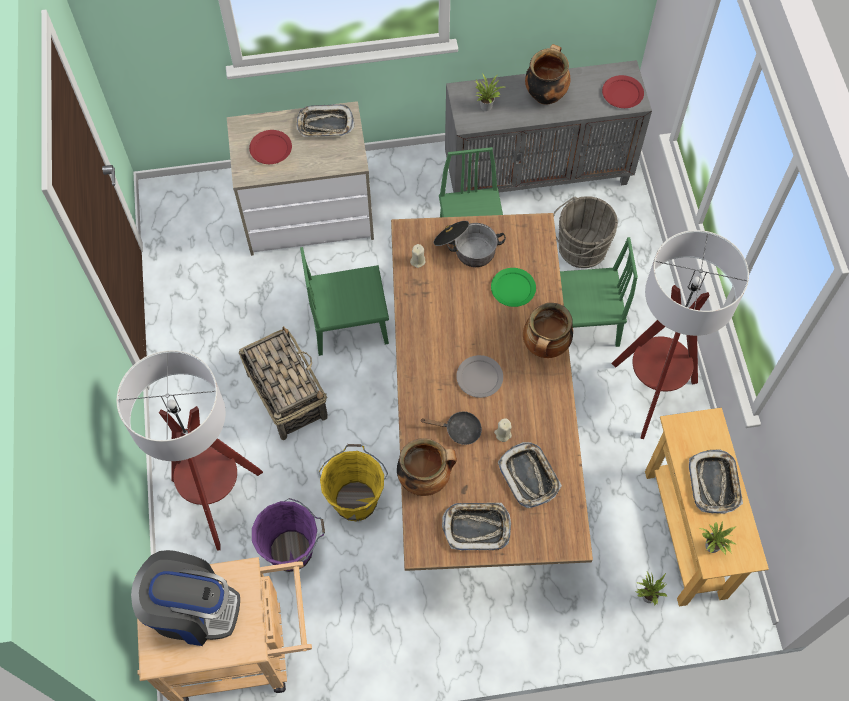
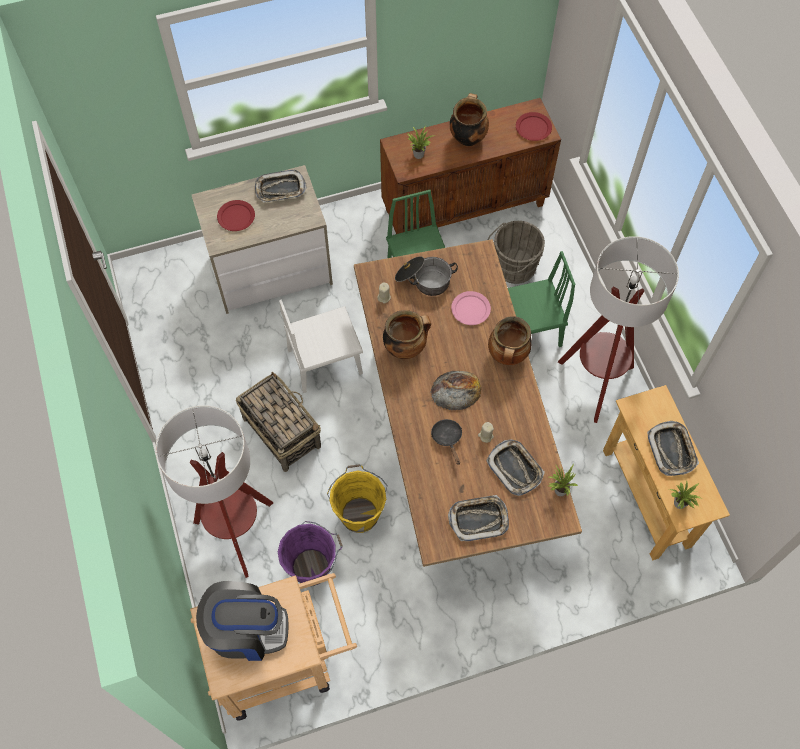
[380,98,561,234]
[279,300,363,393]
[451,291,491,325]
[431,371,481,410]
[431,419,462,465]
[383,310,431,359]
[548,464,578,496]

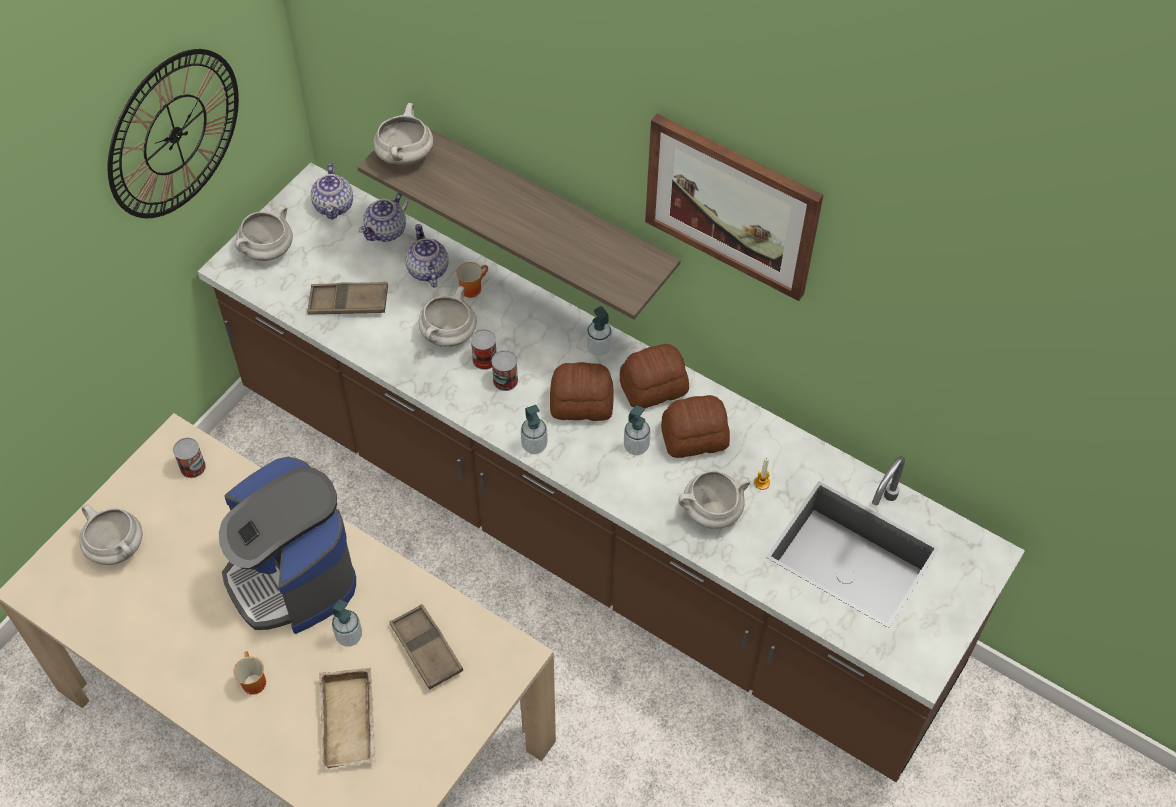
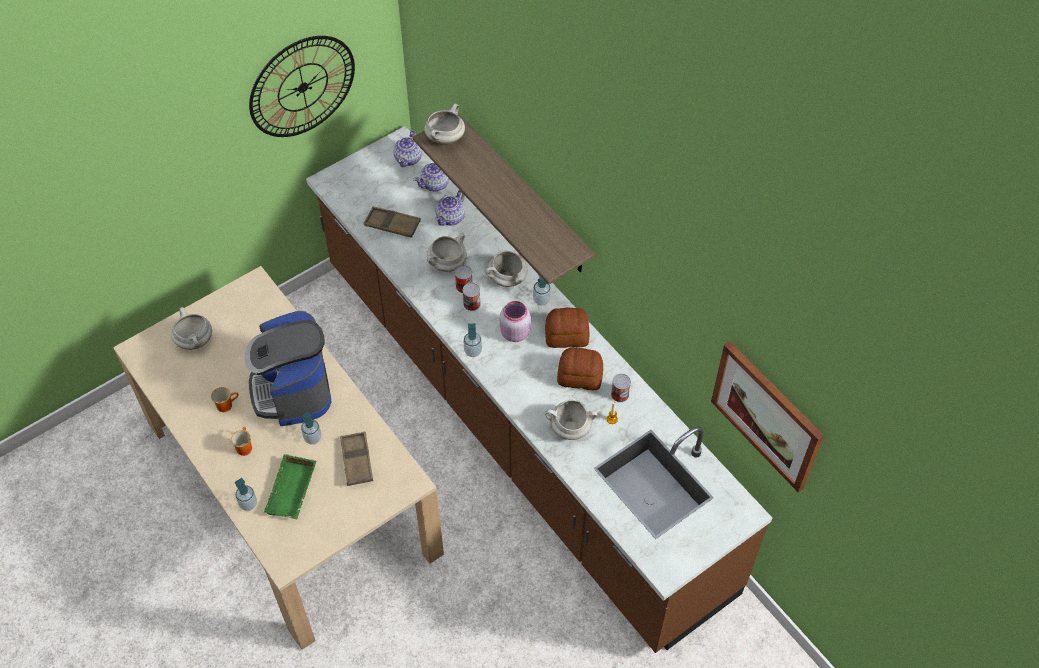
[711,341,824,492]
[485,251,527,287]
[435,190,465,226]
[211,387,239,412]
[500,301,531,342]
[235,478,257,511]
[611,374,631,402]
[264,454,316,520]

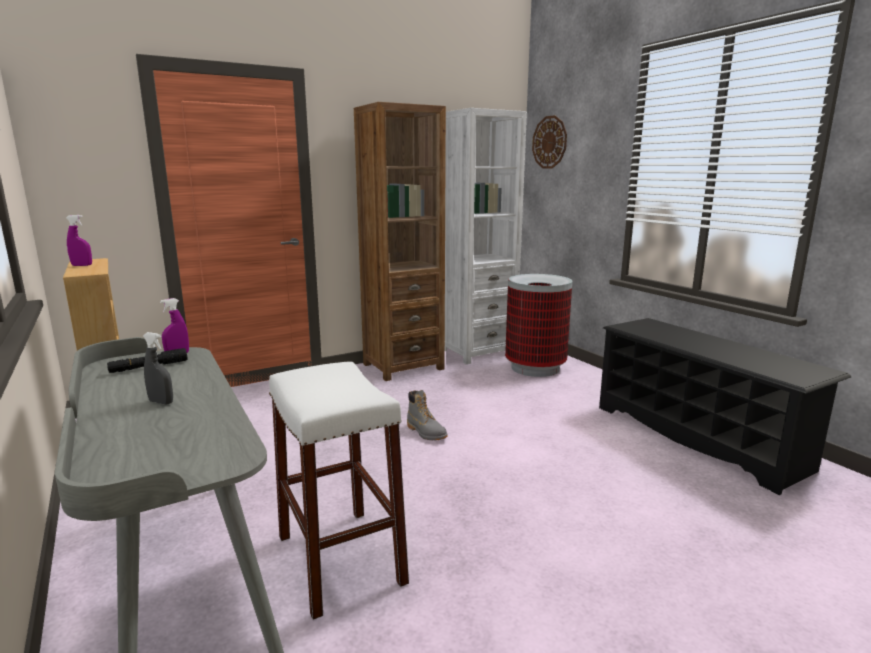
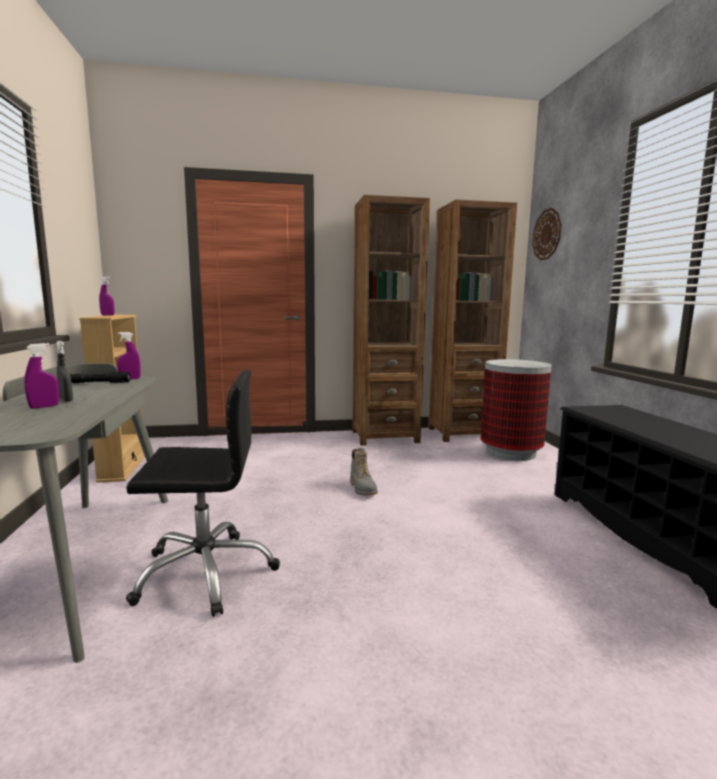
[428,200,517,442]
[126,370,280,617]
[24,343,59,409]

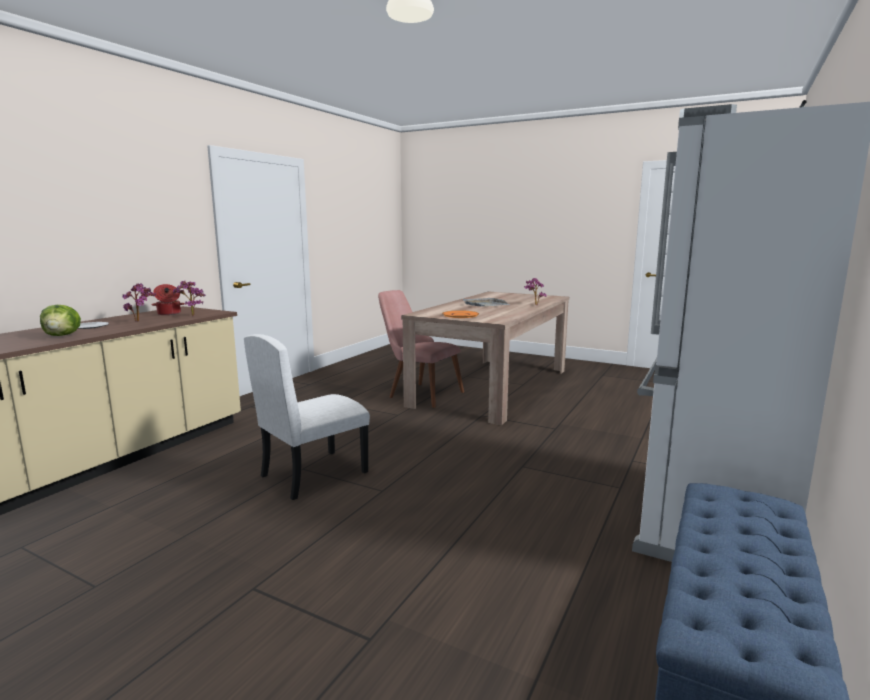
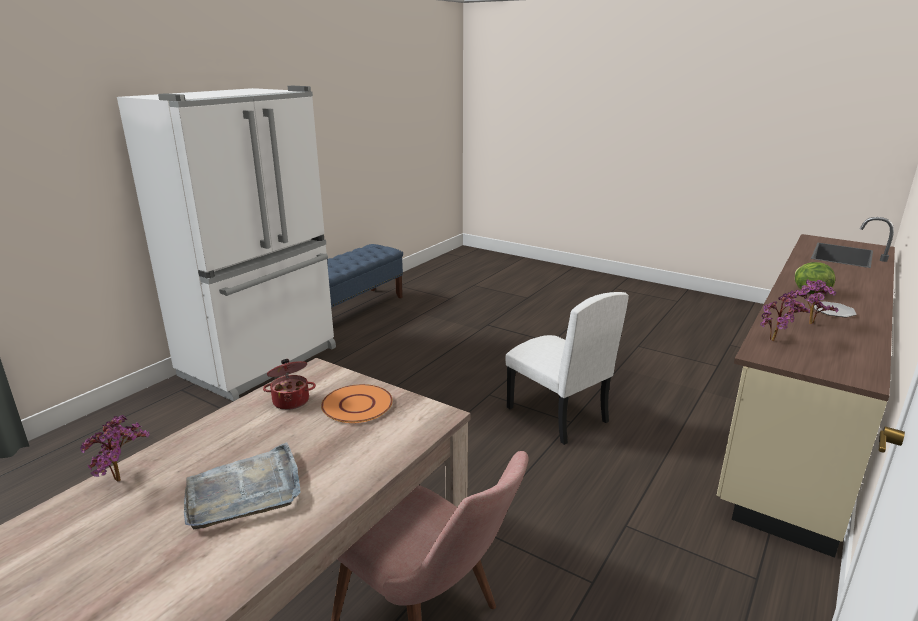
[263,359,316,410]
[505,292,629,445]

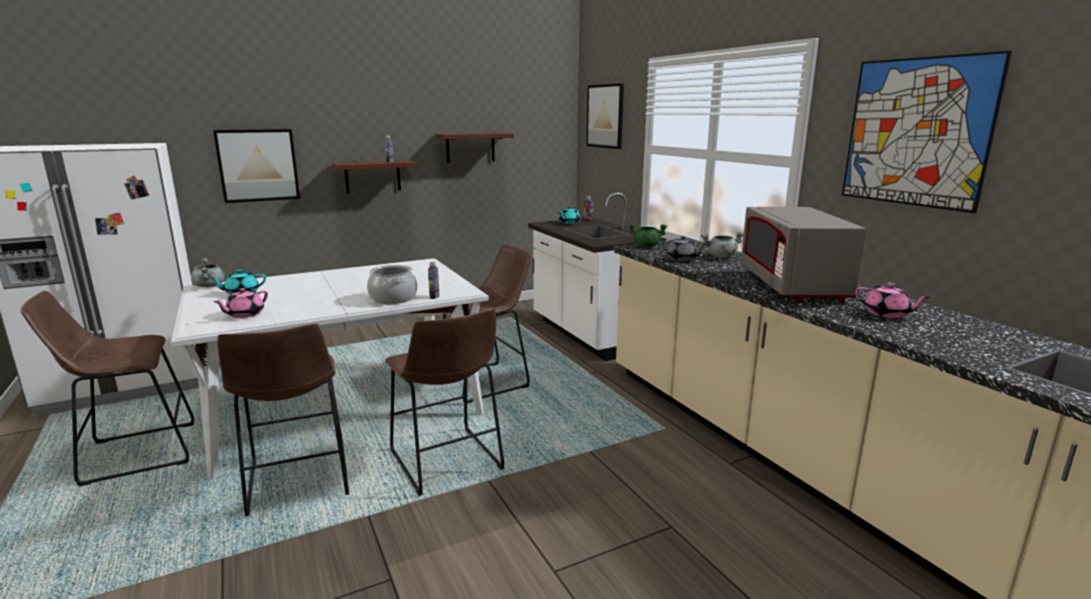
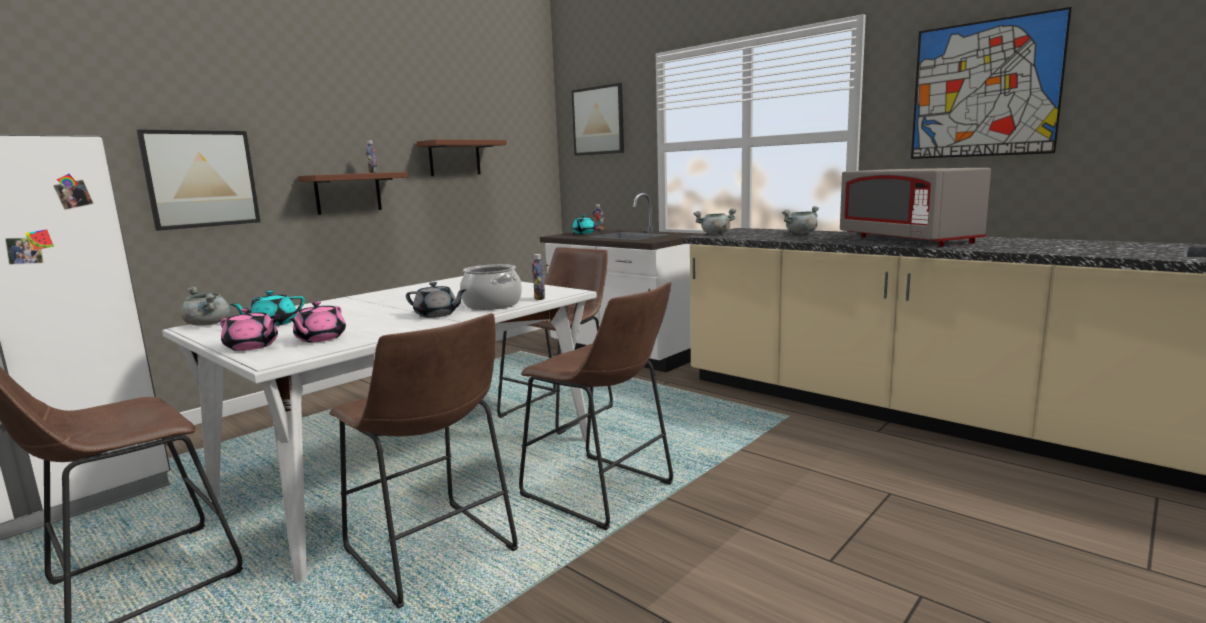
[694,208,737,235]
[406,282,466,318]
[220,308,279,351]

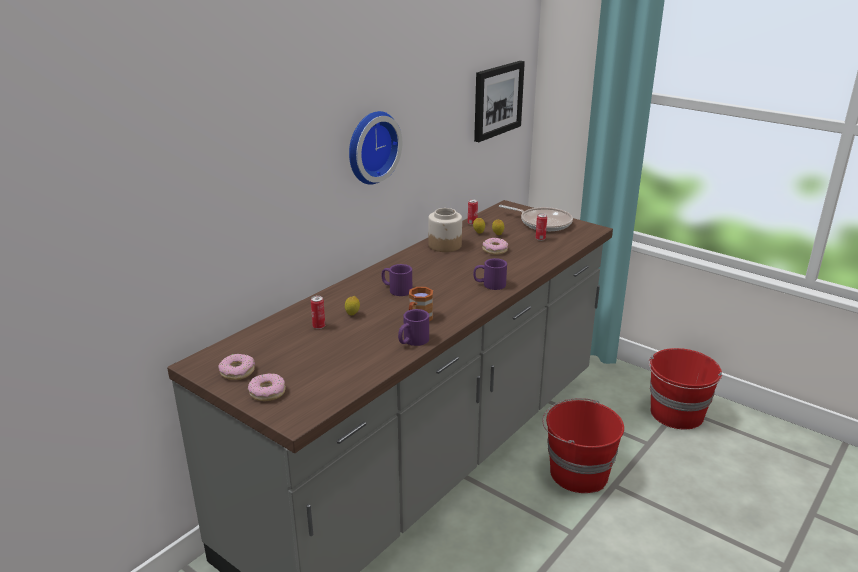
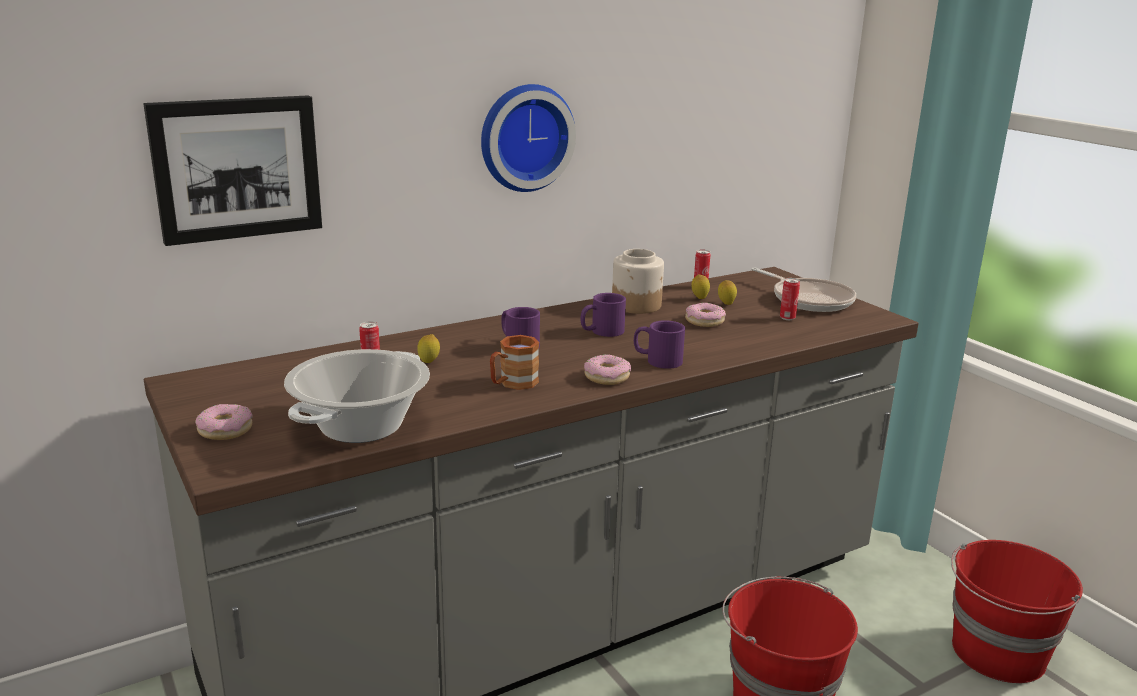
[143,95,322,246]
[581,293,626,337]
[584,354,631,385]
[284,349,430,443]

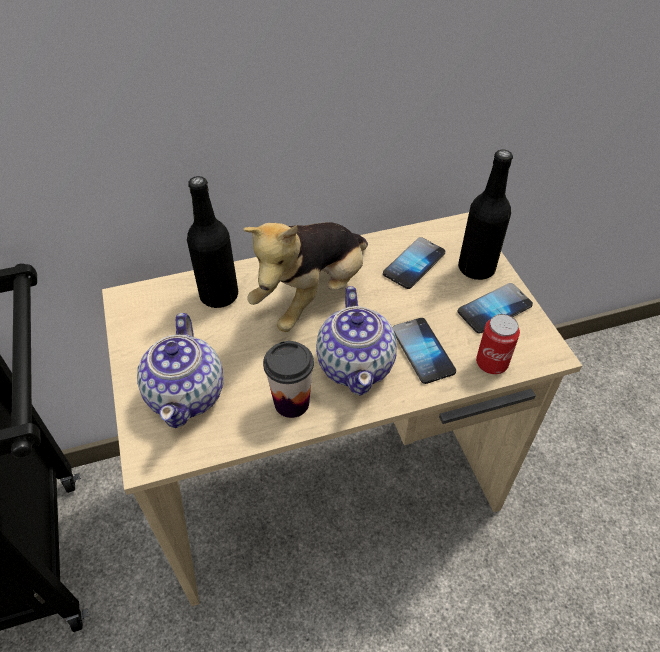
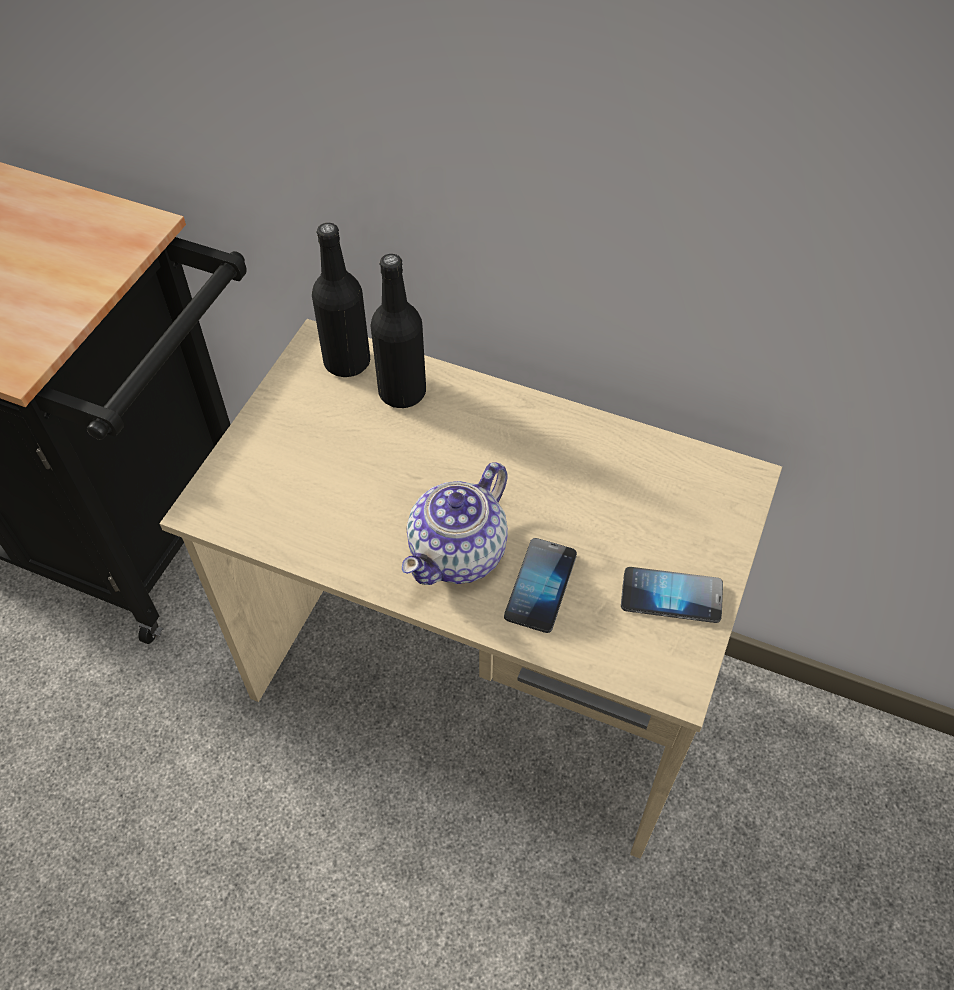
[312,223,370,377]
[243,222,368,332] (first image)
[383,237,445,289] (first image)
[137,313,223,428] (first image)
[476,314,520,374] (first image)
[263,341,314,418] (first image)

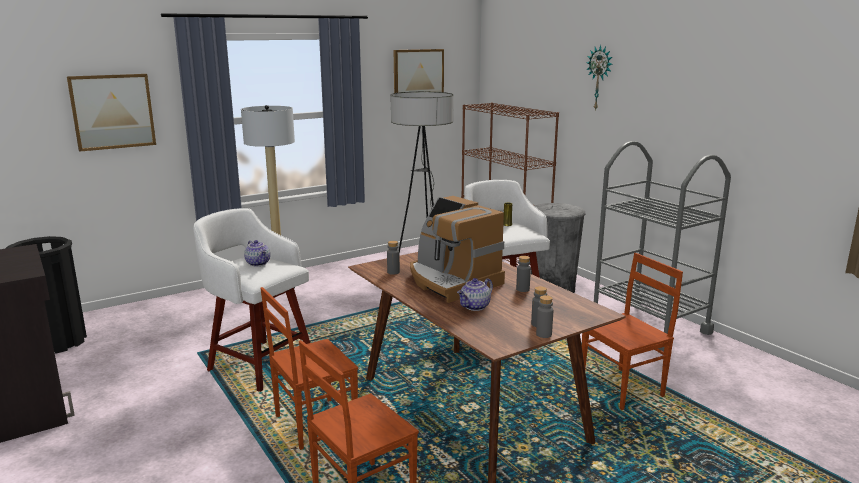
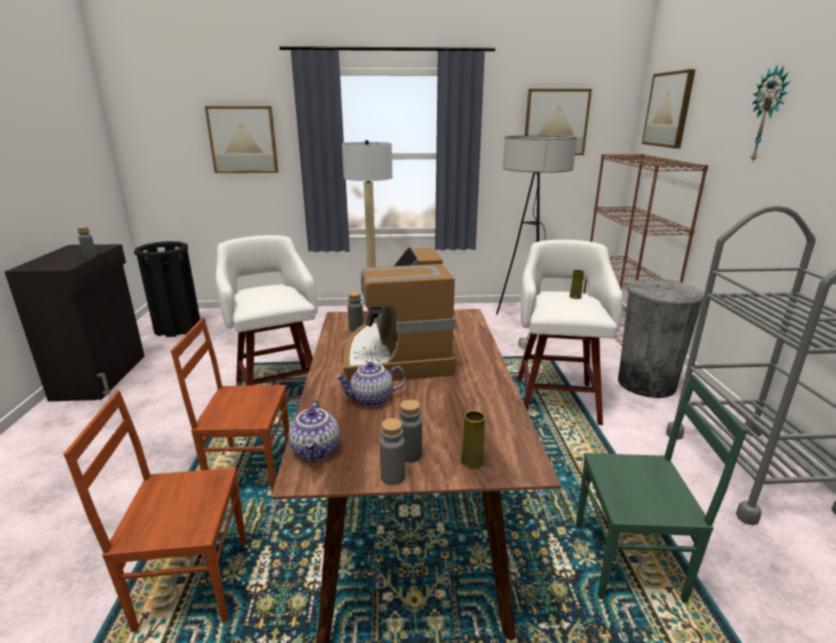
[288,400,340,462]
[576,374,747,603]
[77,226,96,258]
[642,69,695,149]
[461,411,485,469]

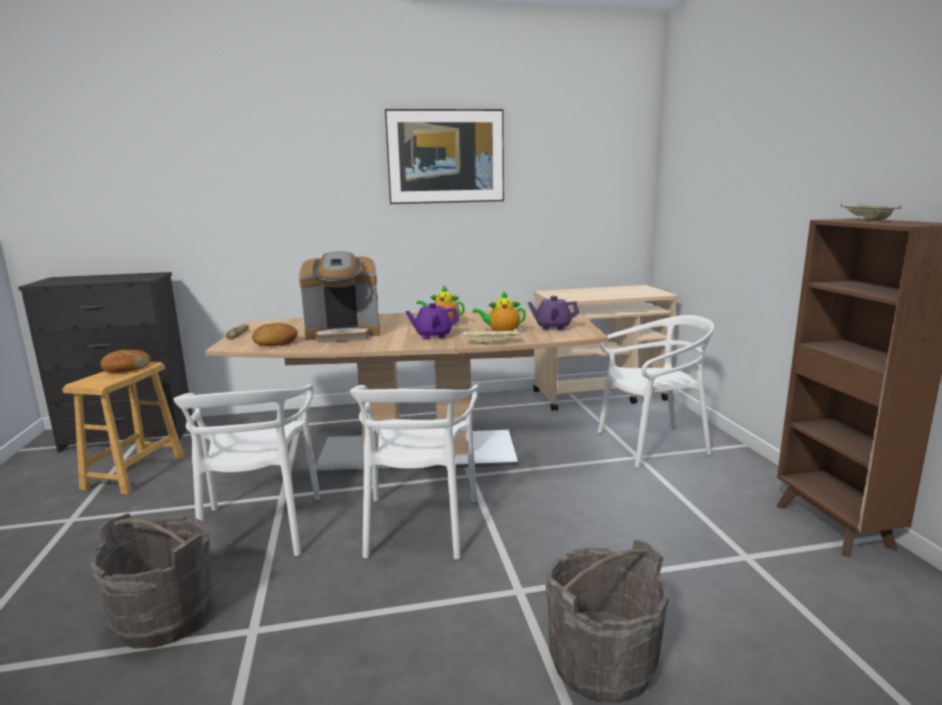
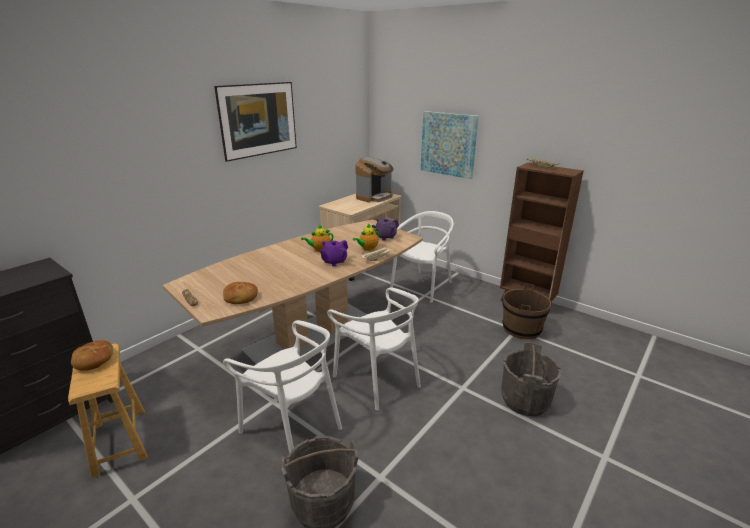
[355,157,394,203]
[421,111,479,179]
[502,283,551,339]

